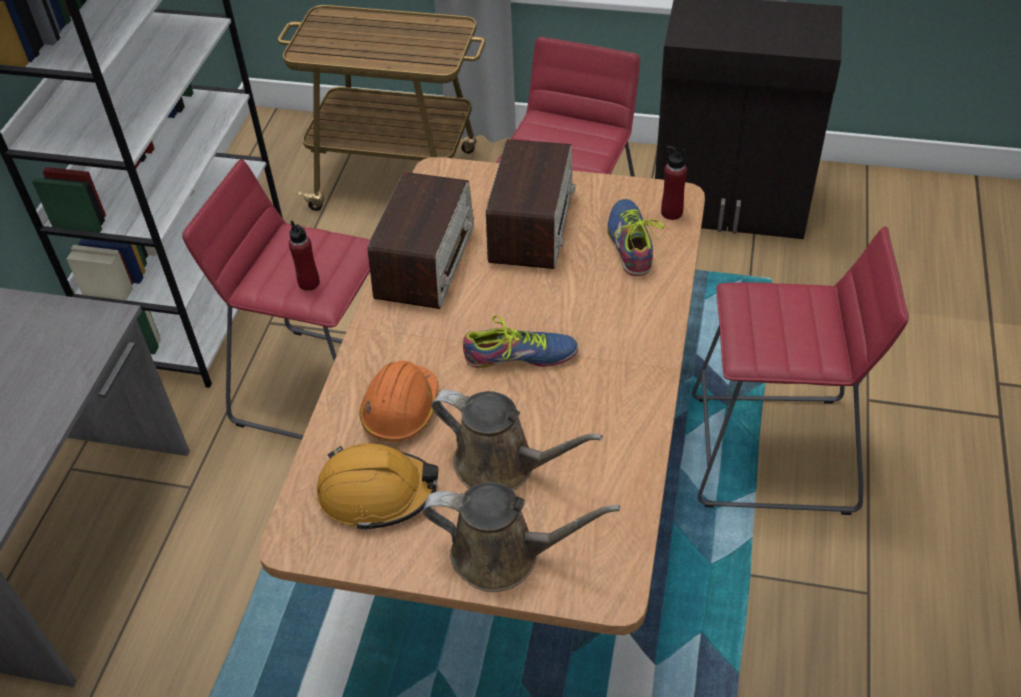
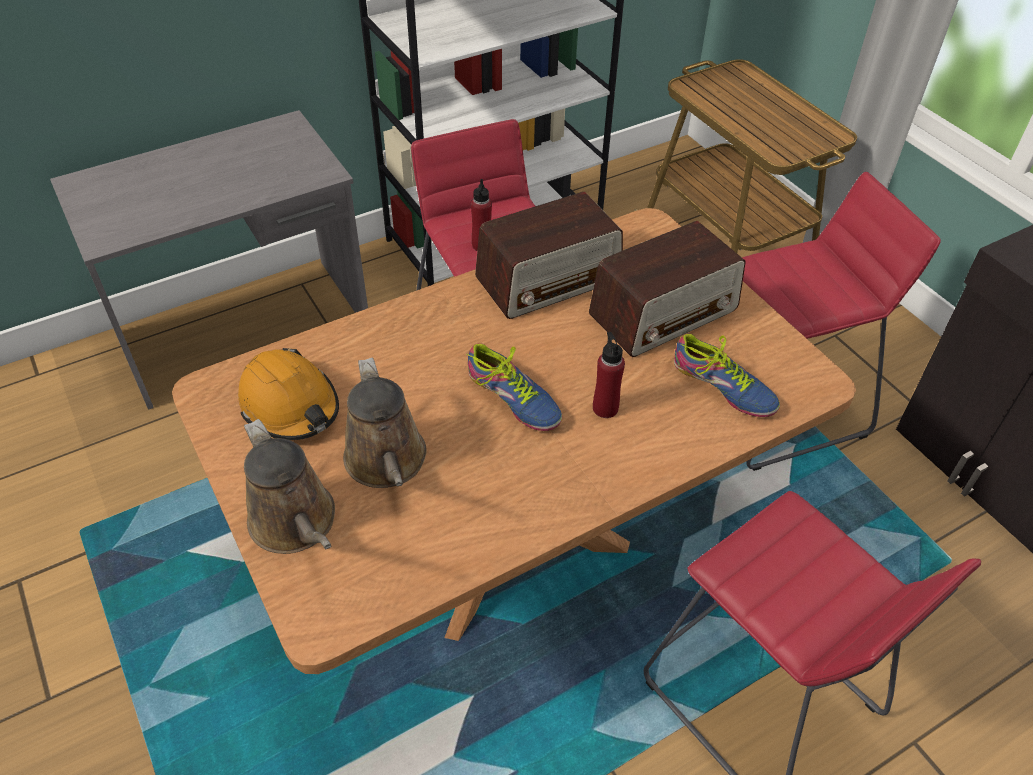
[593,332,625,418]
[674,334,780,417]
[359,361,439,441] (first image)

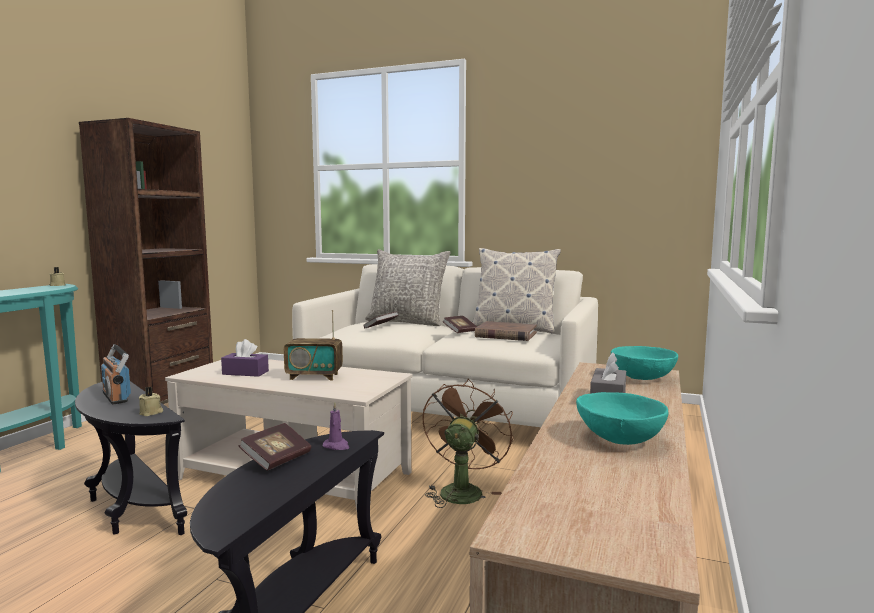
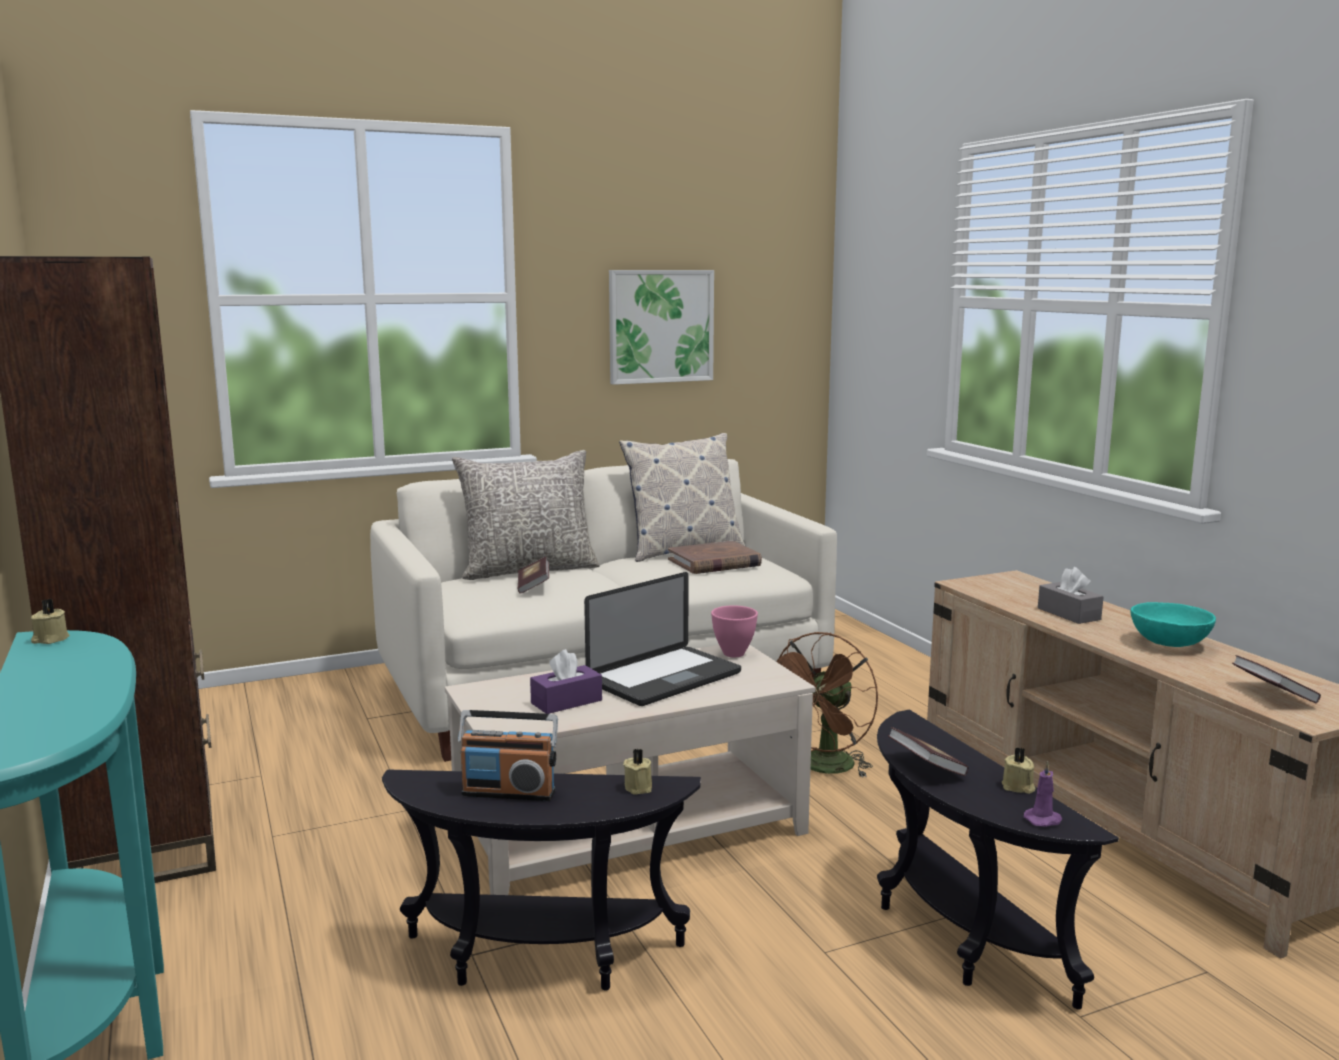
[584,572,741,706]
[1232,655,1321,703]
[611,346,678,380] (first image)
[777,632,878,777]
[1024,761,1062,827]
[609,270,714,385]
[711,605,758,657]
[1002,747,1036,794]

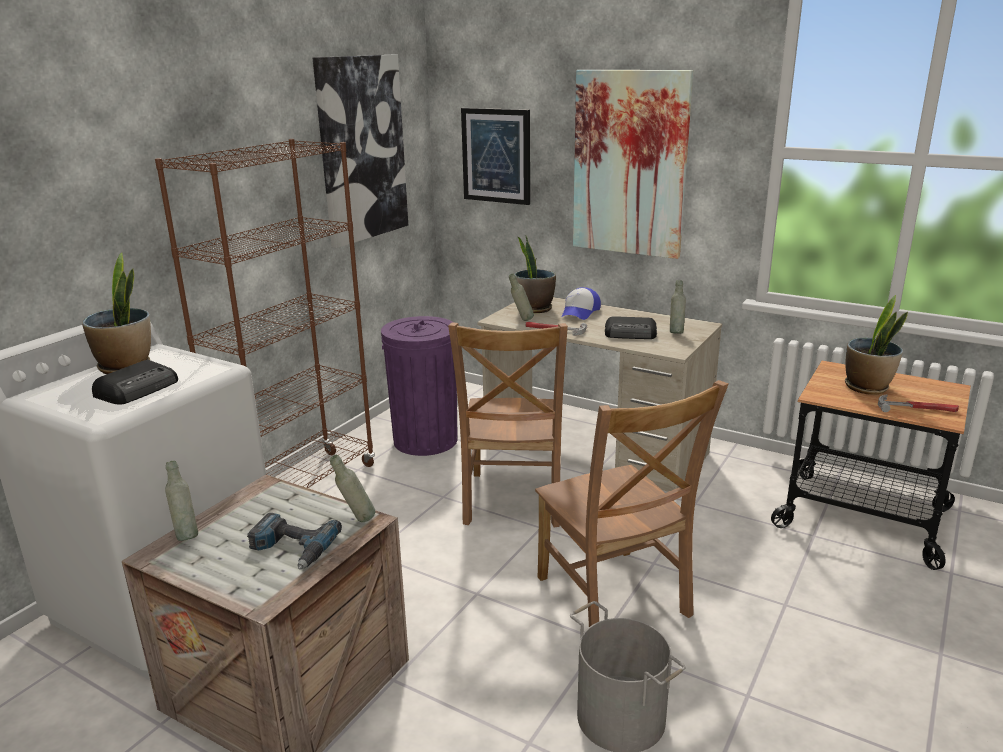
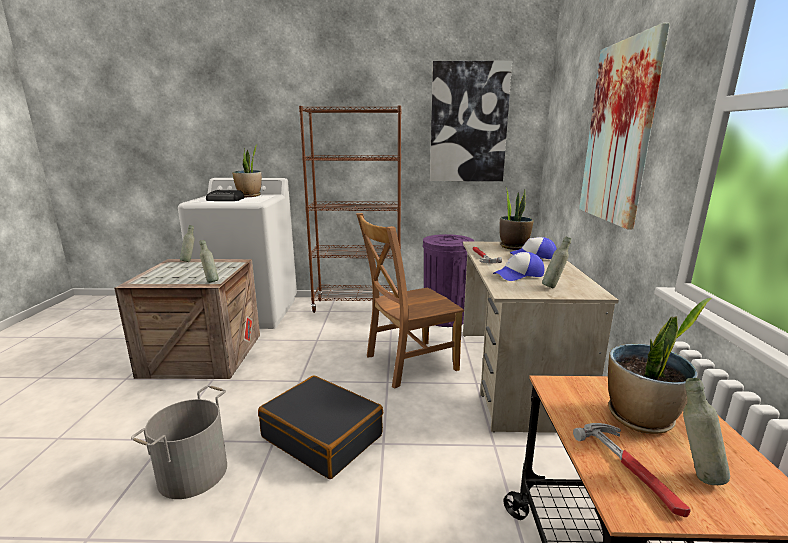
[461,108,530,205] (first image)
[683,378,730,485]
[493,252,544,281]
[258,375,383,479]
[247,513,342,570] (first image)

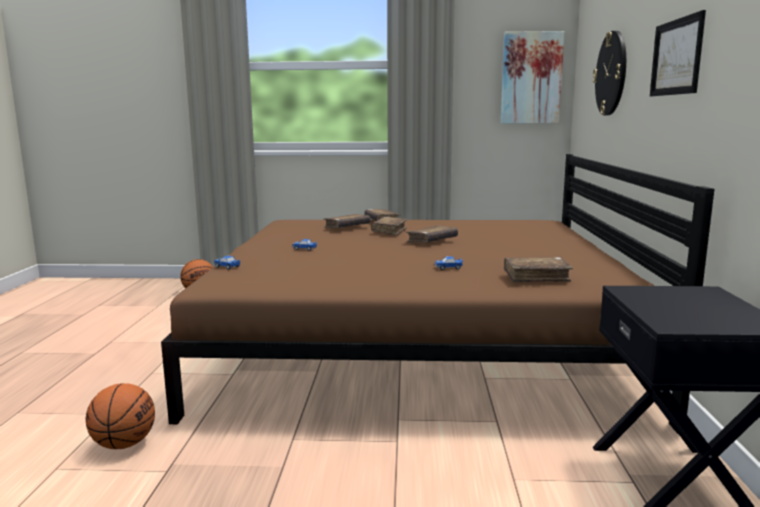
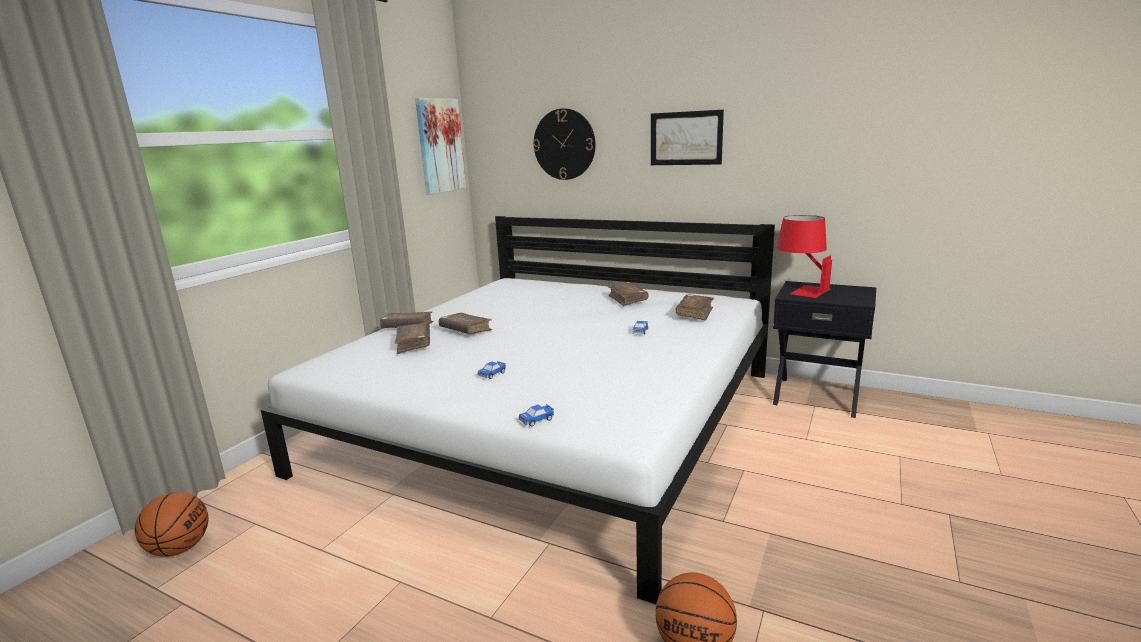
[261,216,775,604]
[608,283,649,306]
[777,215,832,298]

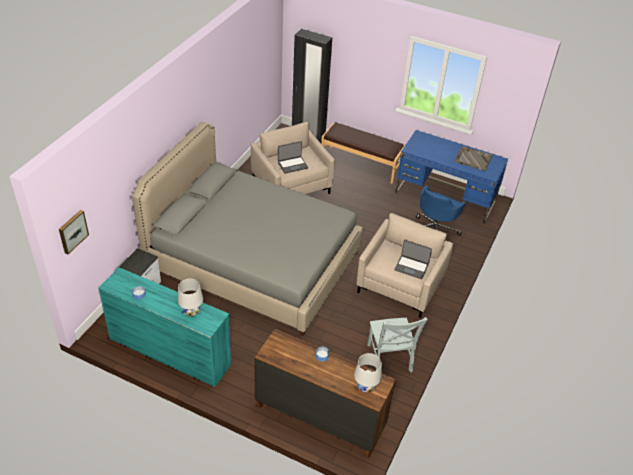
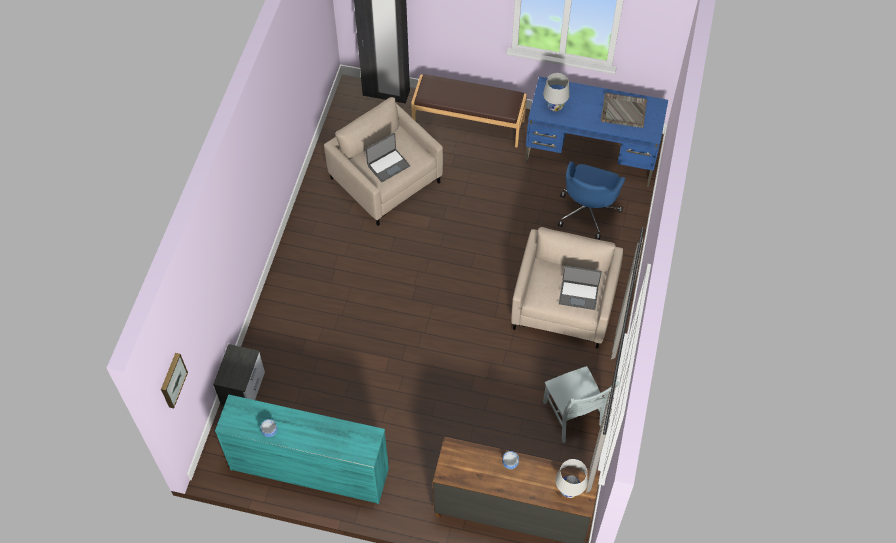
[132,122,363,336] (first image)
[543,73,569,111]

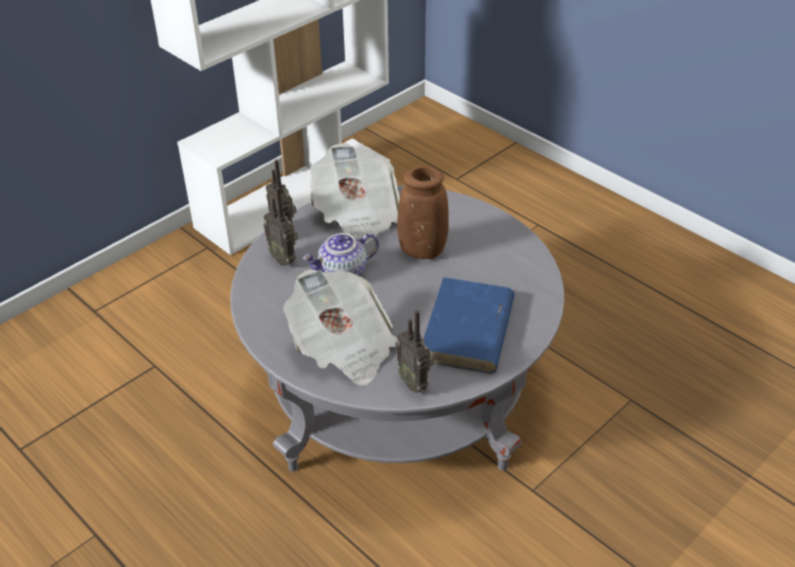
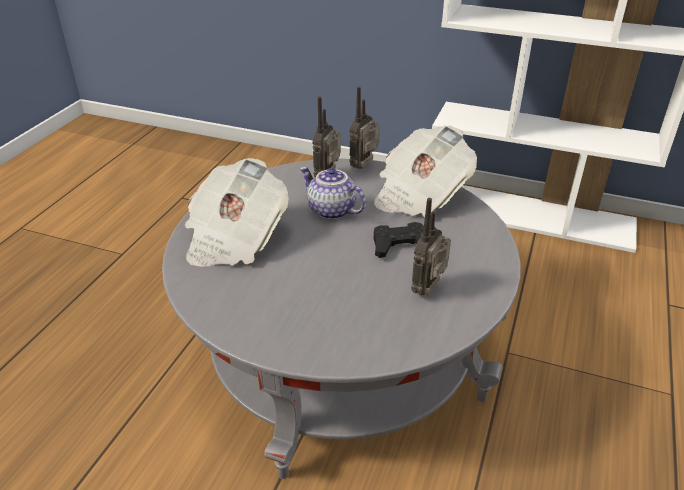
[374,222,424,258]
[423,277,515,373] (first image)
[411,198,451,296]

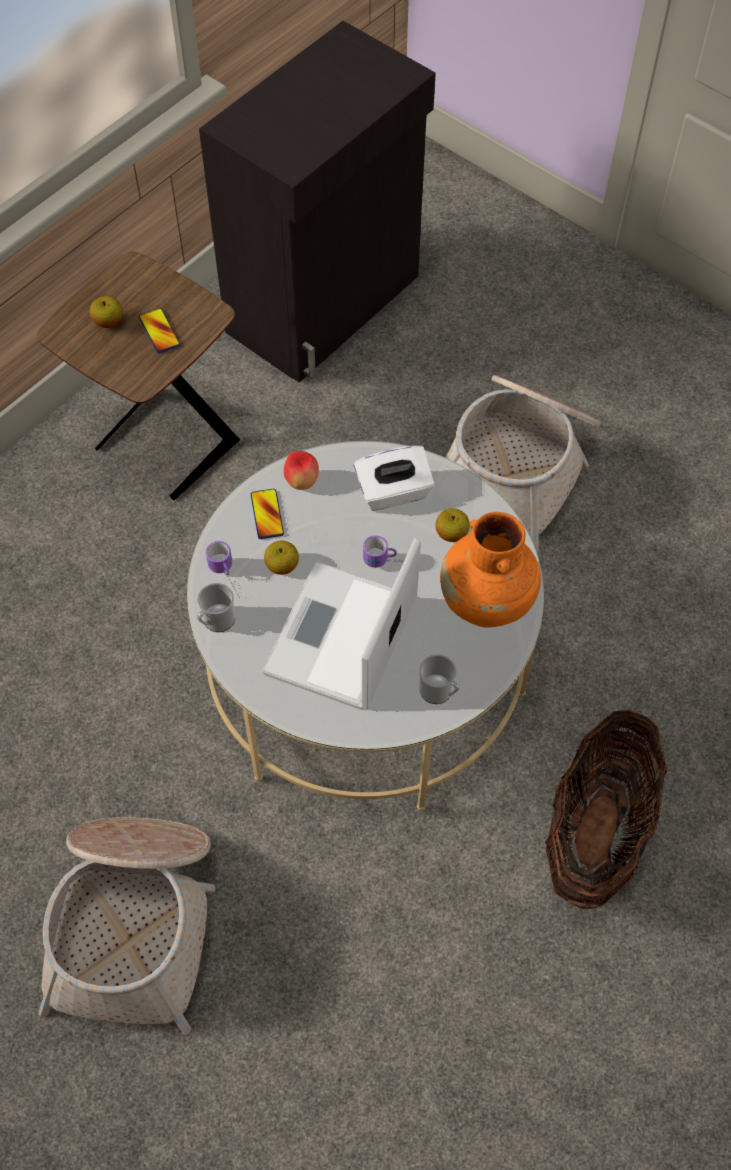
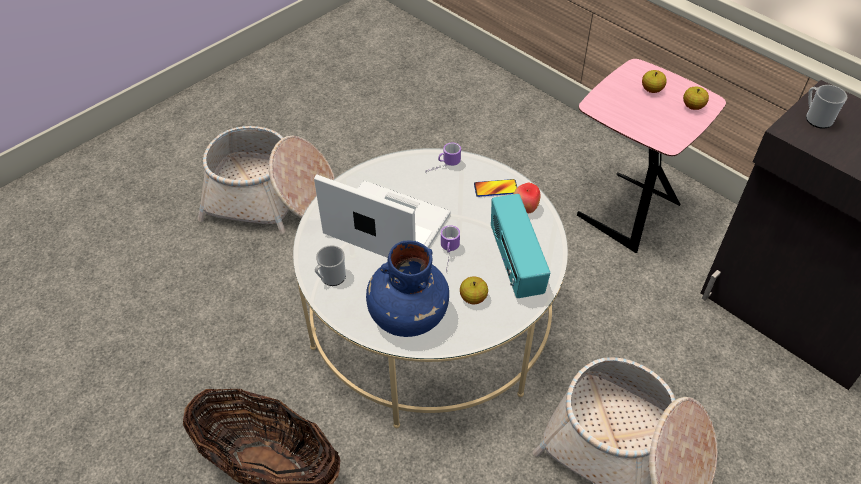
[577,59,726,253]
[139,308,180,353] (first image)
[491,194,550,298]
[366,240,449,337]
[683,87,709,110]
[806,85,847,129]

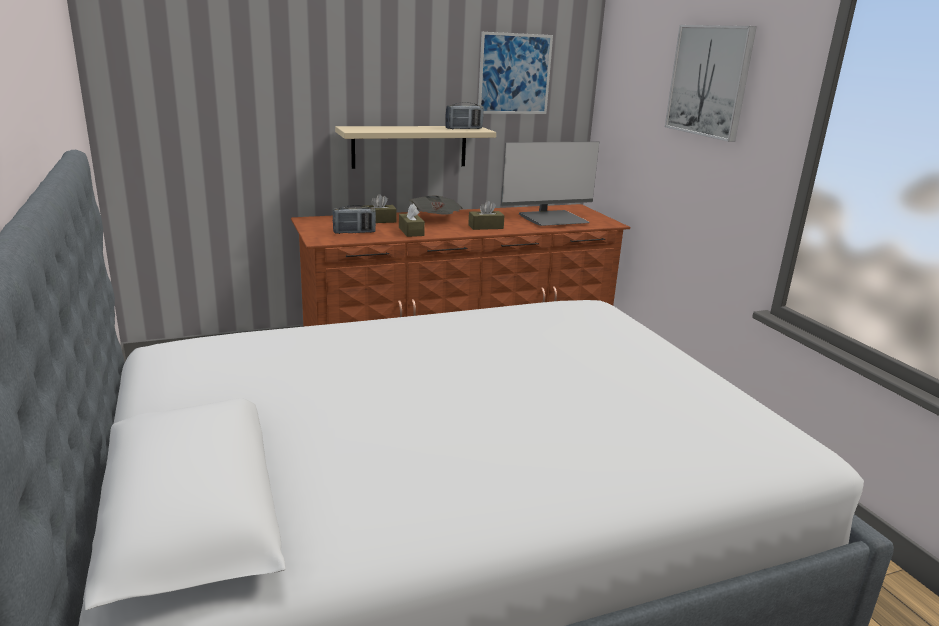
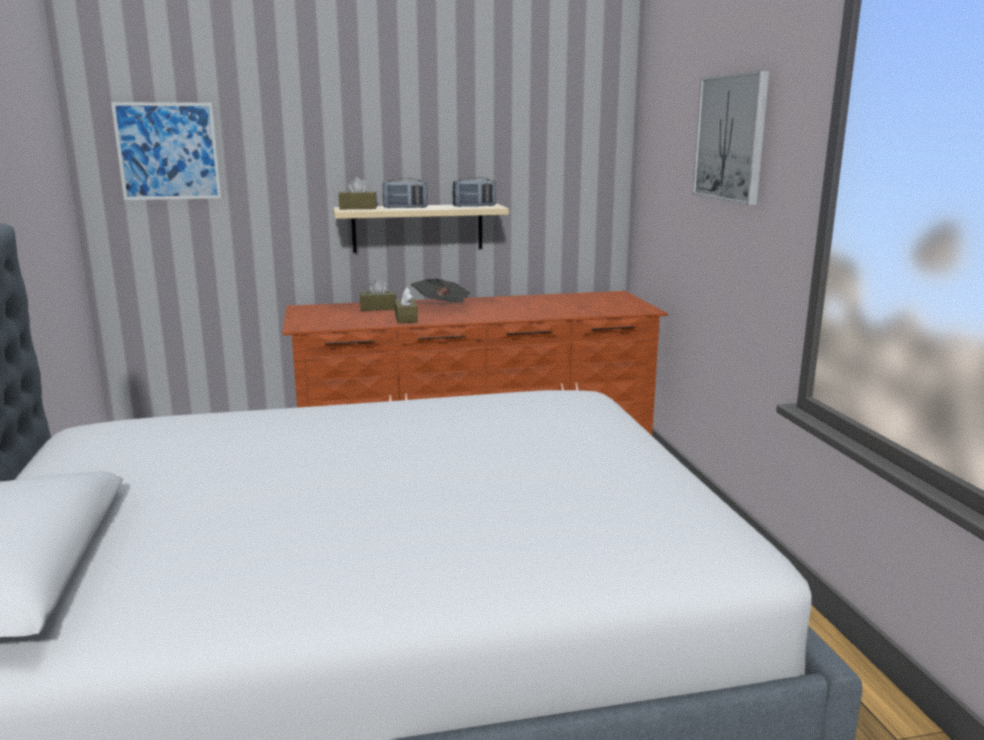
[111,102,221,200]
[501,141,599,226] (first image)
[339,177,377,209]
[383,178,427,208]

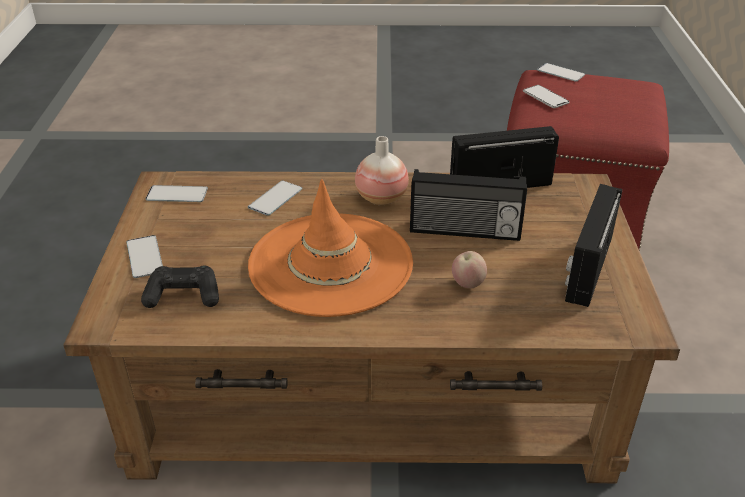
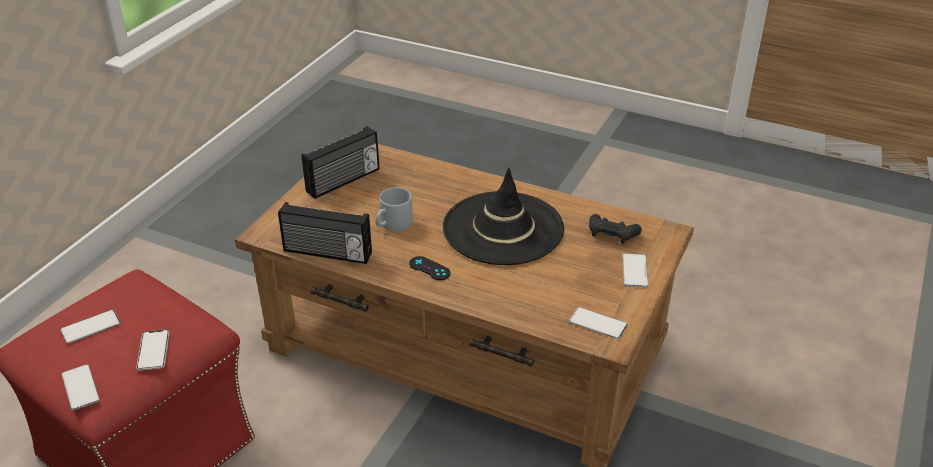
[409,256,451,280]
[375,187,413,231]
[443,168,564,265]
[60,310,121,343]
[452,251,487,288] (first image)

